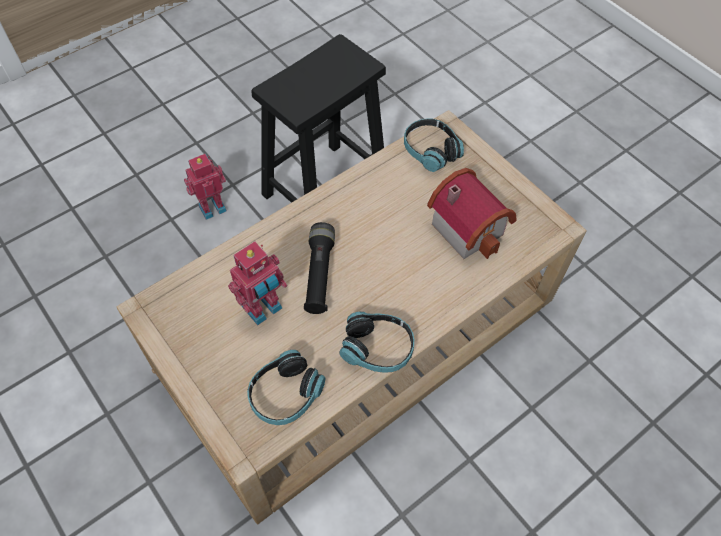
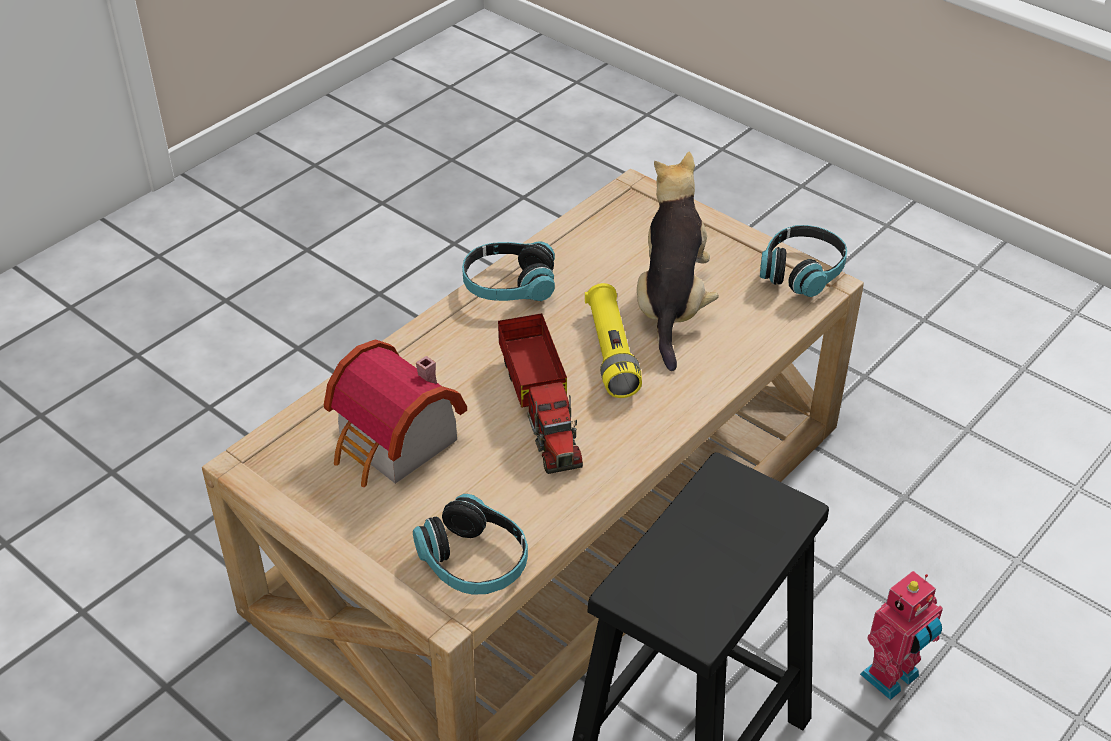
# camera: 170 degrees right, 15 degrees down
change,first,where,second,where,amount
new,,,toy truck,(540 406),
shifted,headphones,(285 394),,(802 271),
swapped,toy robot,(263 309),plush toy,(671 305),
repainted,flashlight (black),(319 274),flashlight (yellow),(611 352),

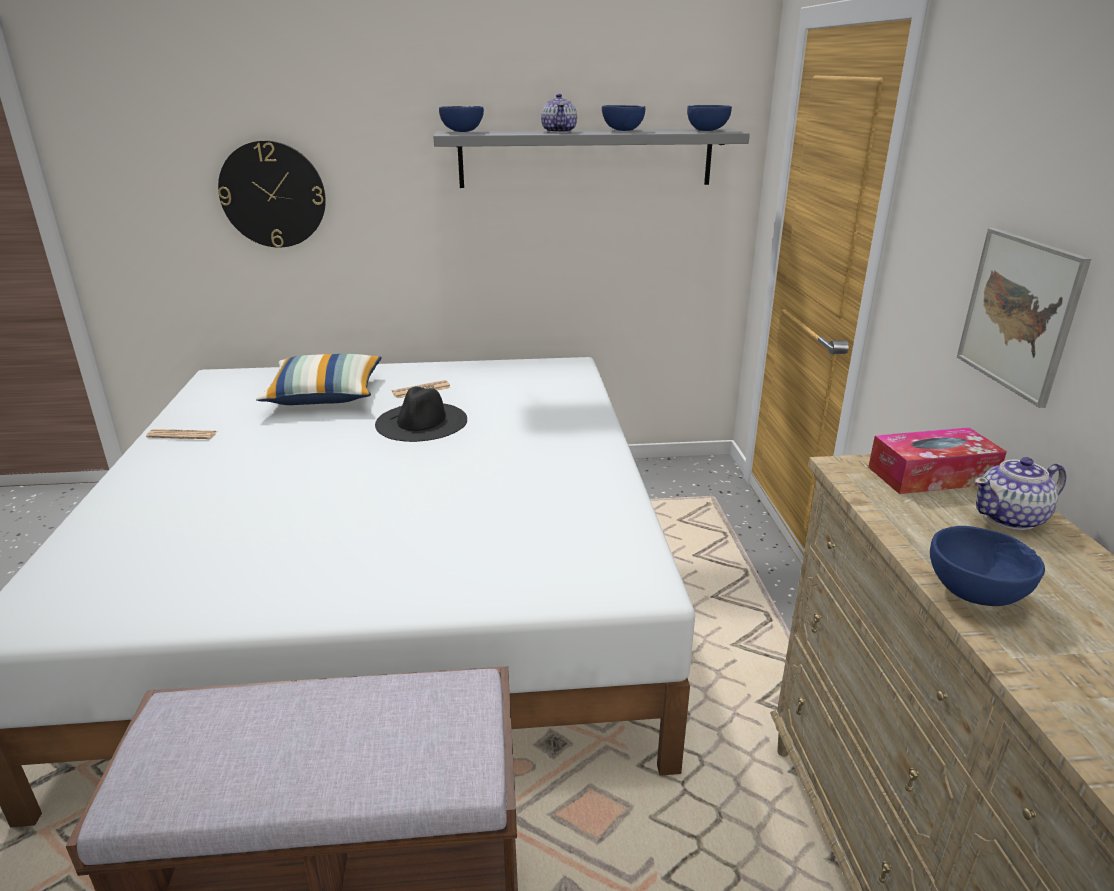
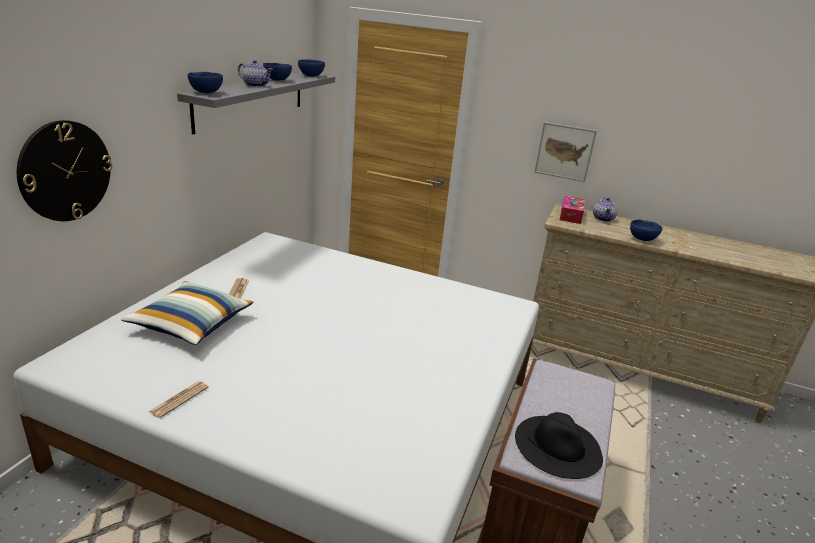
# camera: 65 degrees left, 0 degrees up
change,first,where,second,where,amount
shifted,hat (black),(422 421),,(558 445),

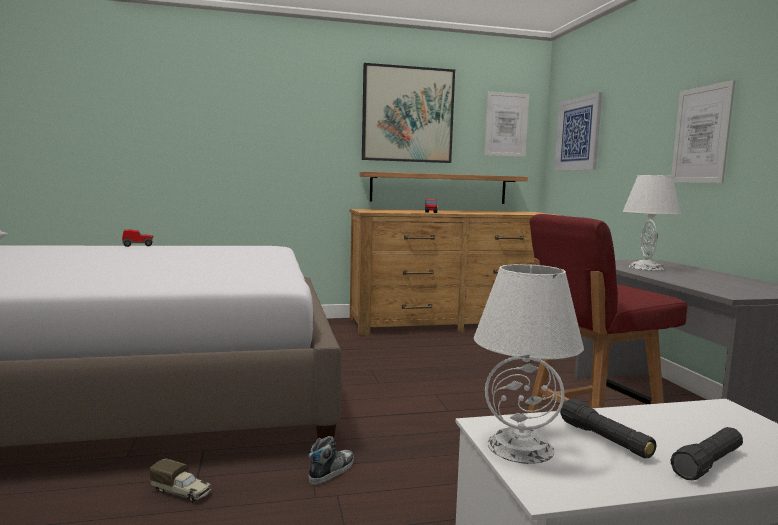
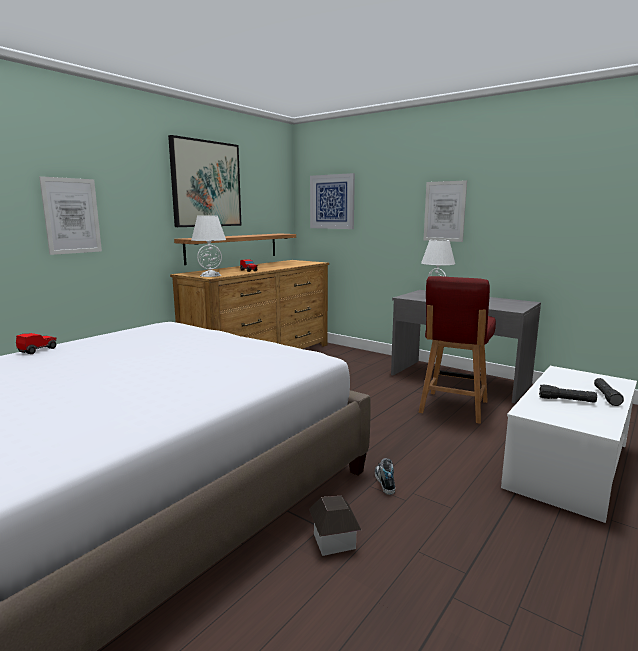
# camera: 40 degrees left, 5 degrees up
change,first,where,second,where,amount
shifted,table lamp (white),(521 446),,(210 275),
shifted,picture,(506 124),,(71 216),
swapped,toy truck,(182 492),toy house,(334 541),

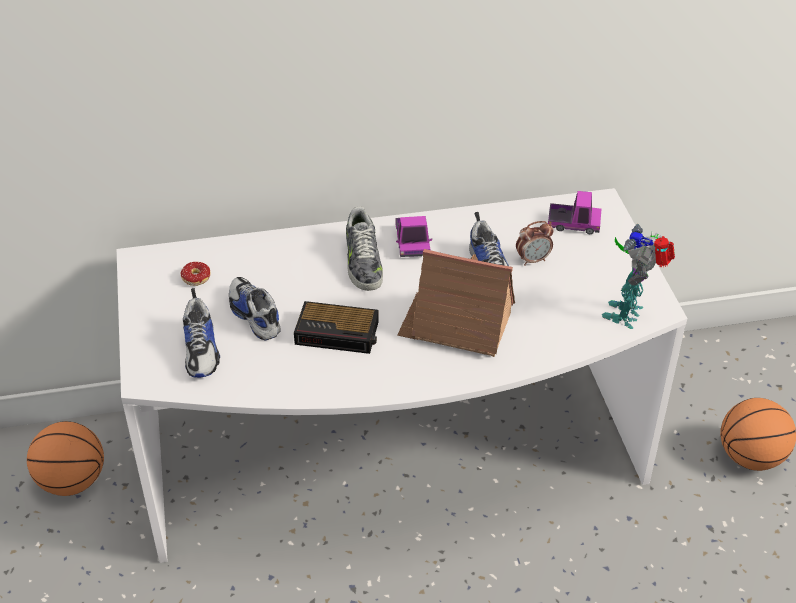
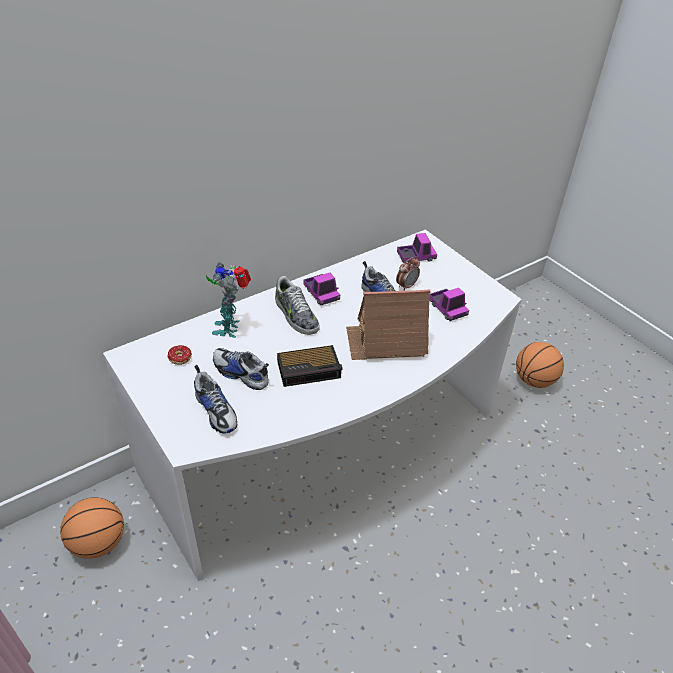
# camera: 25 degrees left, 0 degrees up
change,first,where,second,where,amount
new,,,toy truck,(447 309),
shifted,toy robot,(628 313),,(230 327),

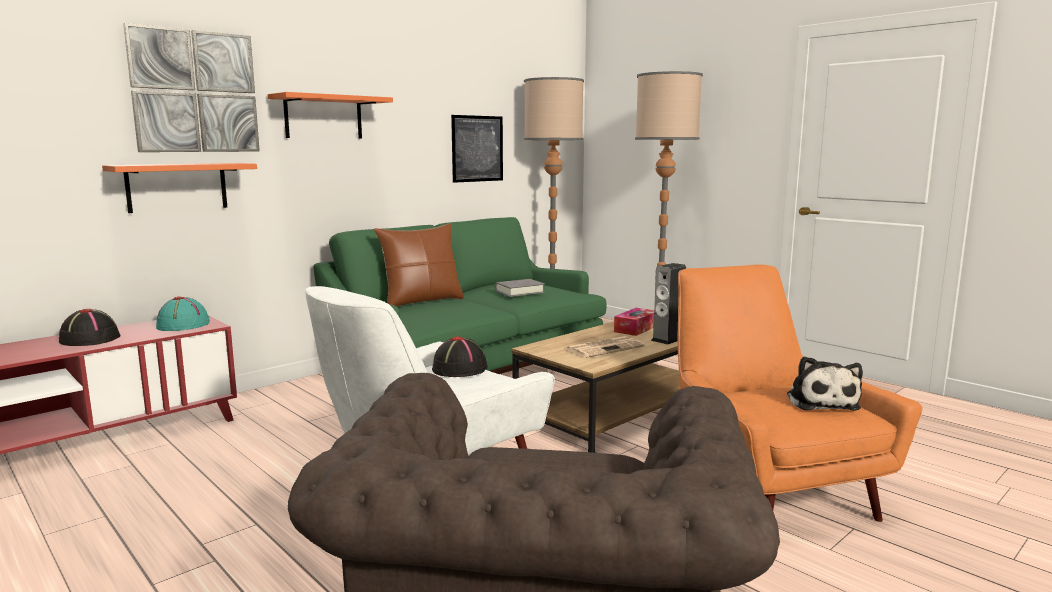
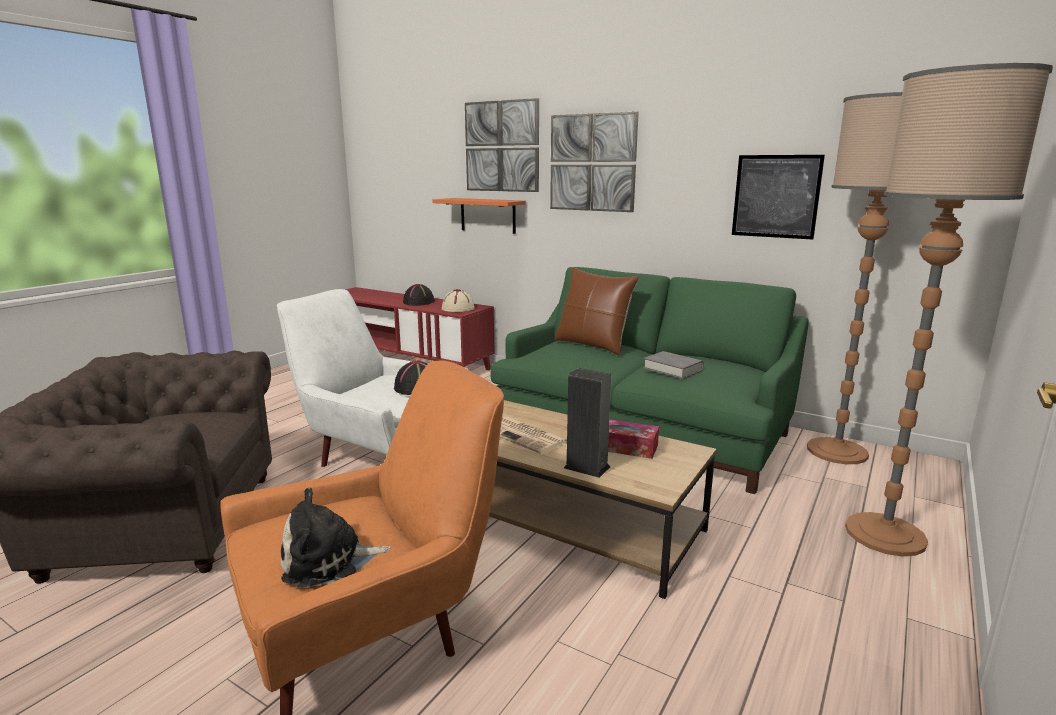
# camera: 75 degrees right, 5 degrees up
change,first,where,second,where,amount
swapped,shelf (orange),(323 117),picture,(592 163),
repainted,hat (turquoise),(184 325),hat (beige),(458 309),

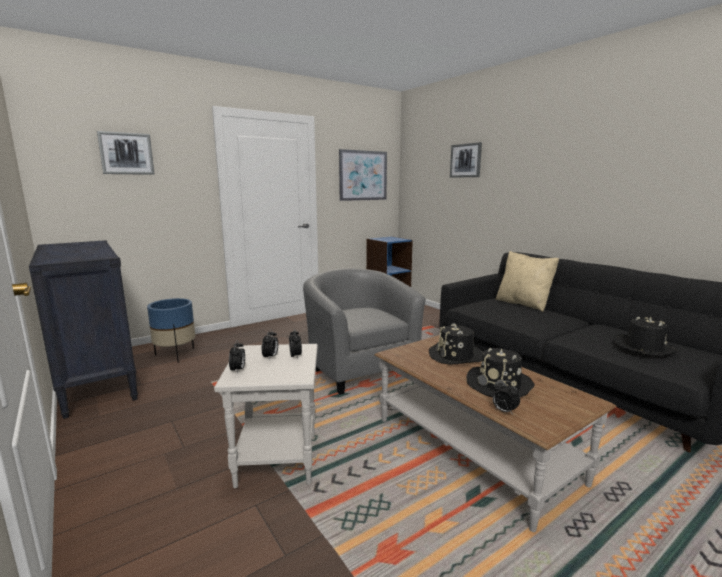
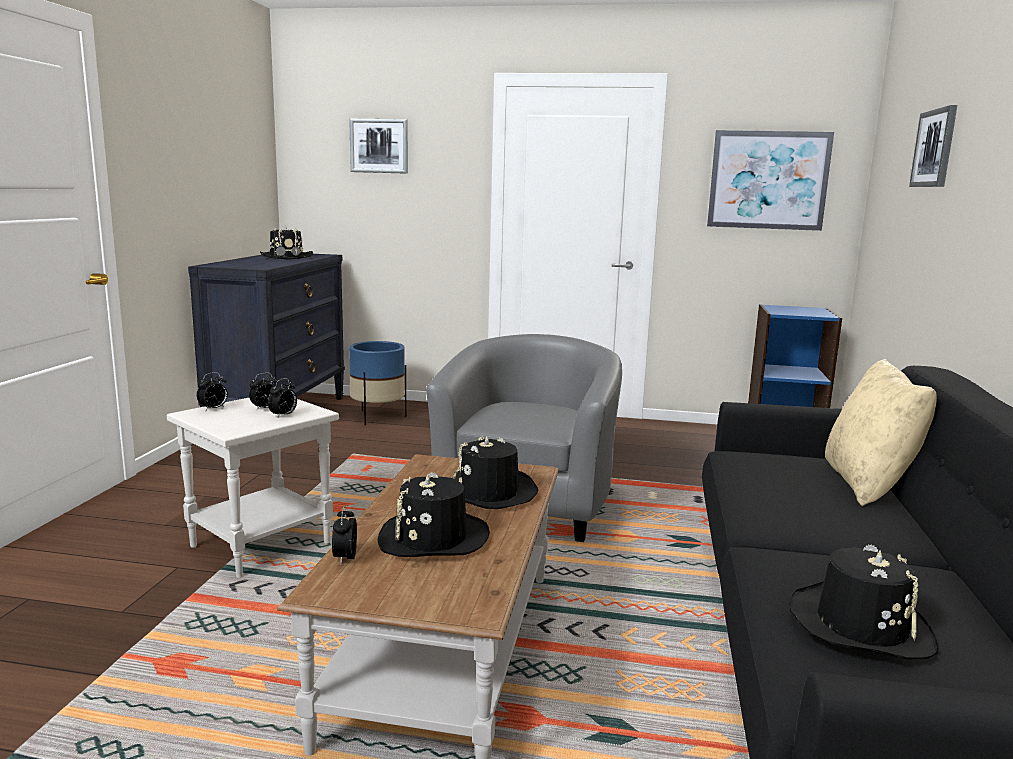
# camera: 45 degrees right, 0 degrees up
change,first,where,second,where,amount
new,,,hat (black),(286 257),

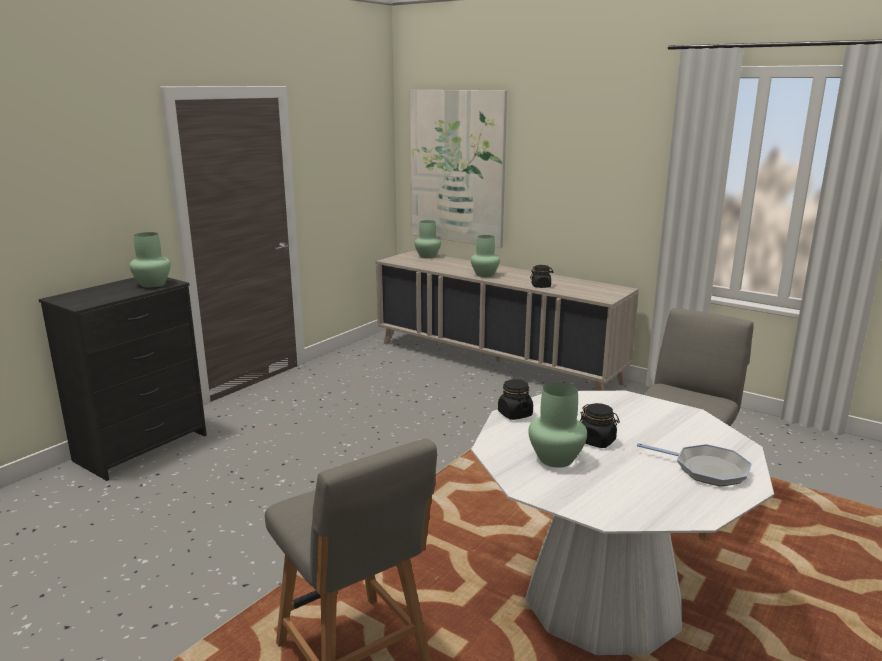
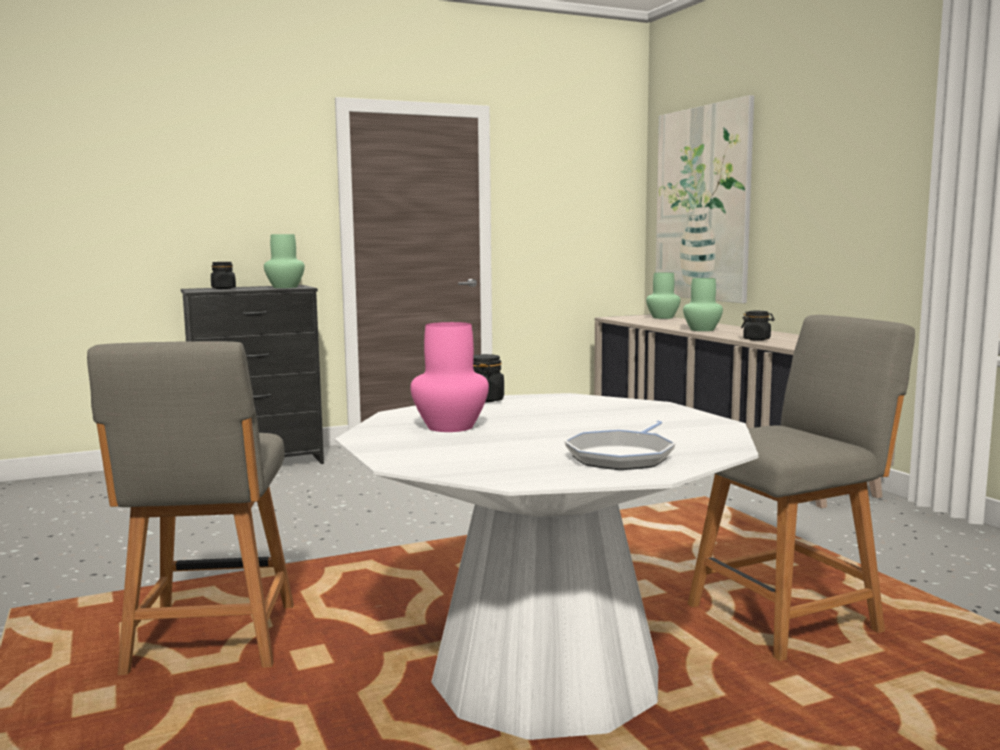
# camera: 30 degrees right, 10 degrees down
change,first,where,second,where,amount
shifted,jar (black),(597 441),,(223 288),
repainted,vase (green),(555 459),vase (pink),(449 427),
rotated,frying pan,(706 469),,(622 456),60 degrees clockwise

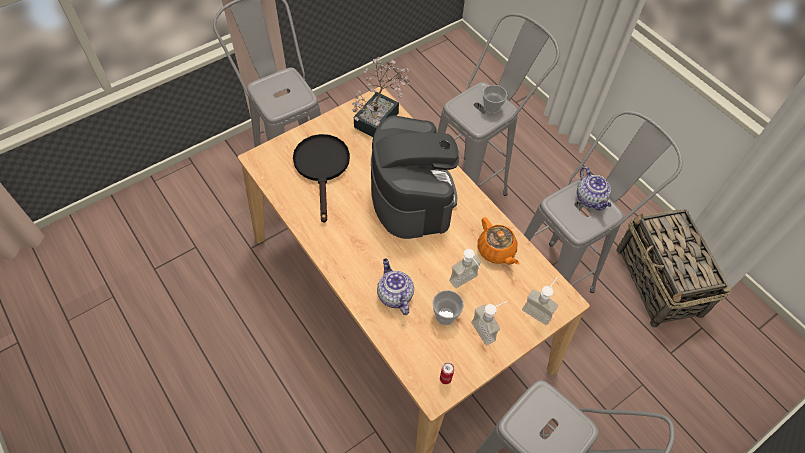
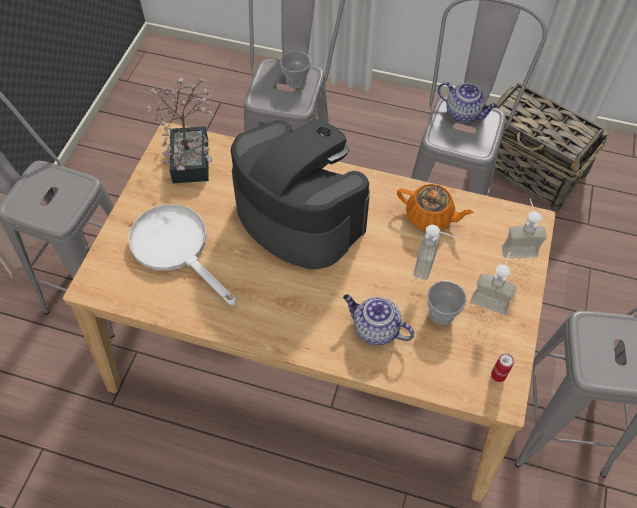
# camera: 35 degrees left, 0 degrees up
change,first,where,second,where,amount
repainted,frying pan (black),(322 168),frying pan (white),(177 248),

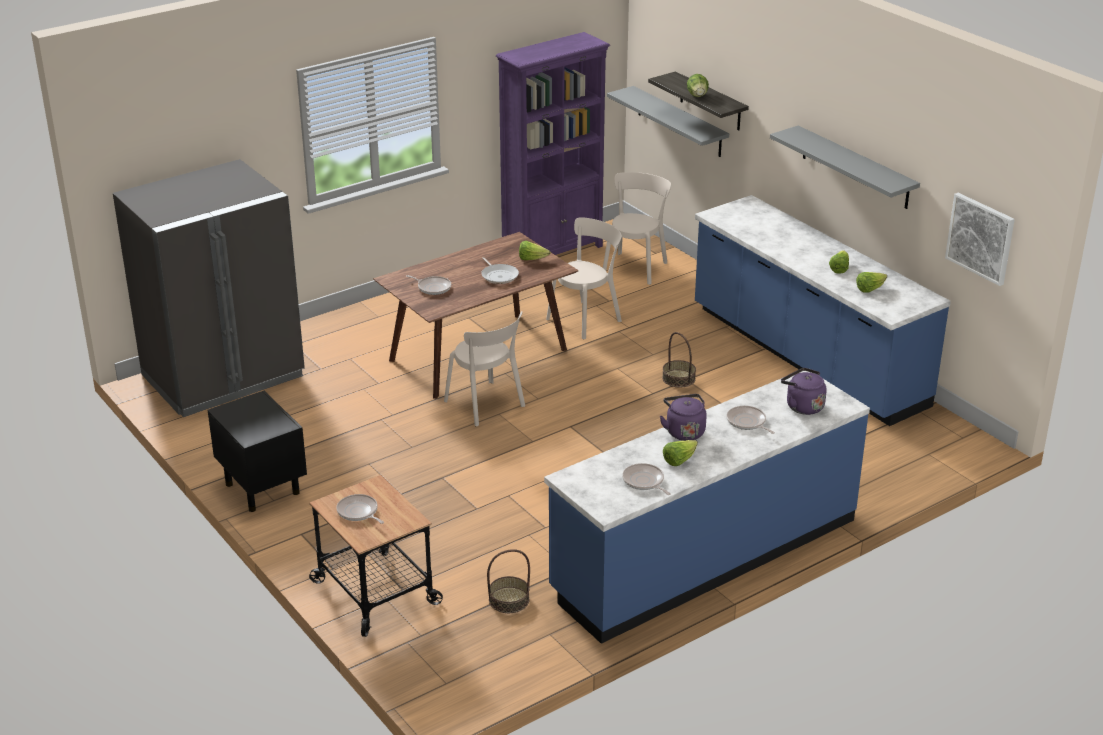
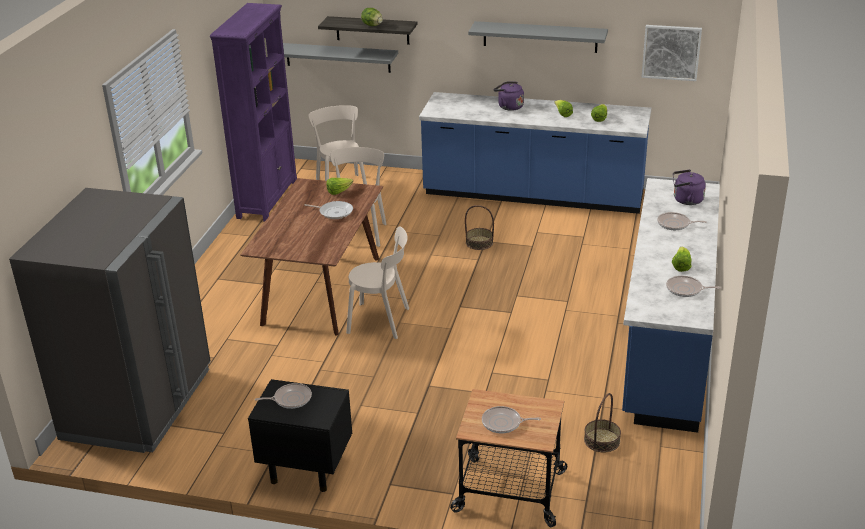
# camera: 40 degrees left, 0 degrees up
change,first,where,second,where,amount
shifted,frying pan,(433 288),,(290 399),
shifted,kettle (purple),(684 431),,(509 107),

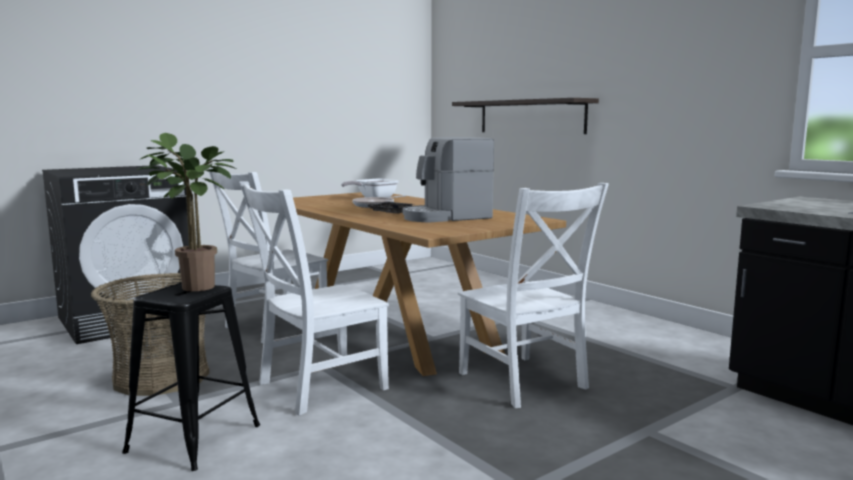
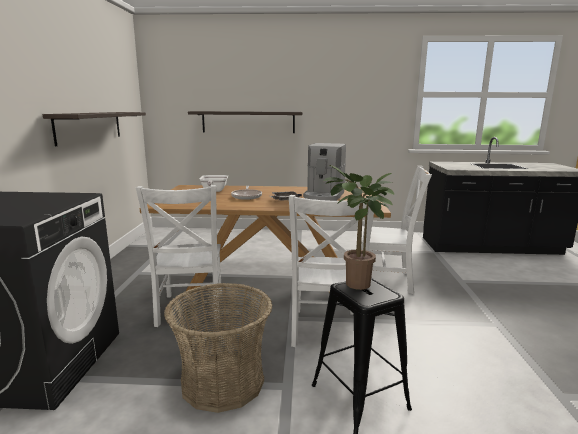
# camera: 50 degrees left, 5 degrees up
change,first,where,second,where,amount
new,,,shelf,(89 126),

